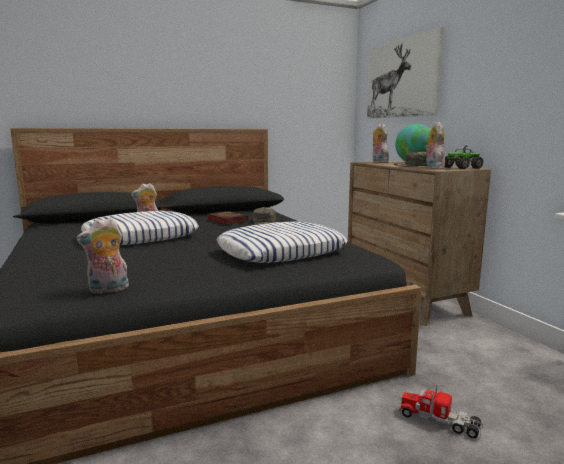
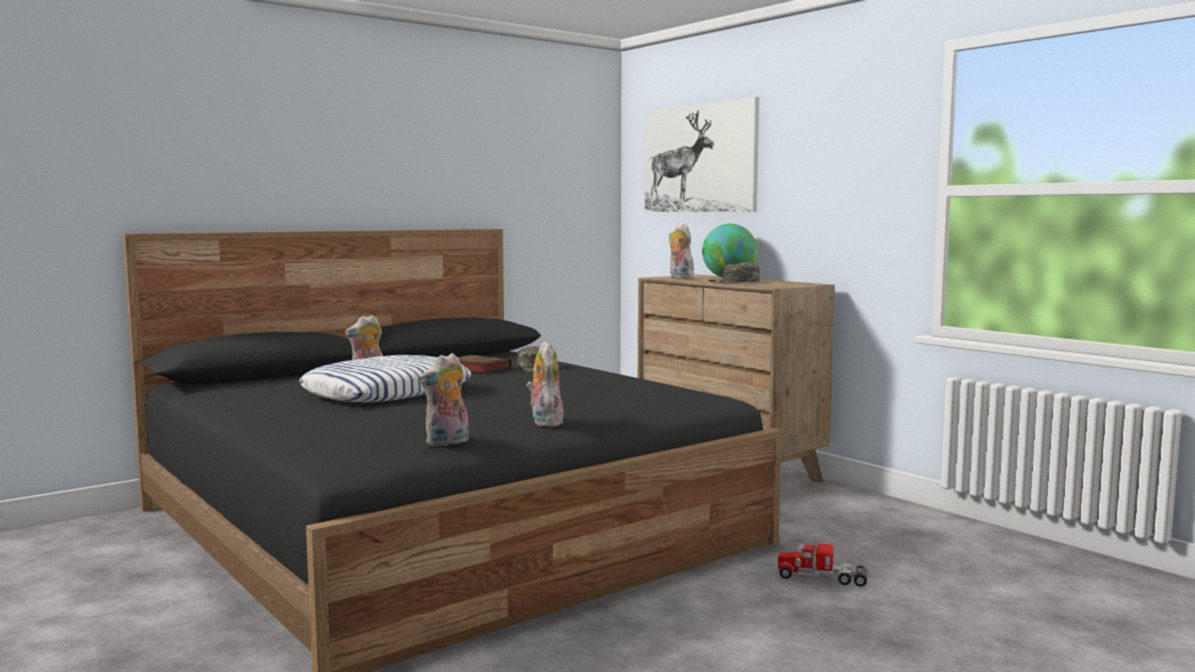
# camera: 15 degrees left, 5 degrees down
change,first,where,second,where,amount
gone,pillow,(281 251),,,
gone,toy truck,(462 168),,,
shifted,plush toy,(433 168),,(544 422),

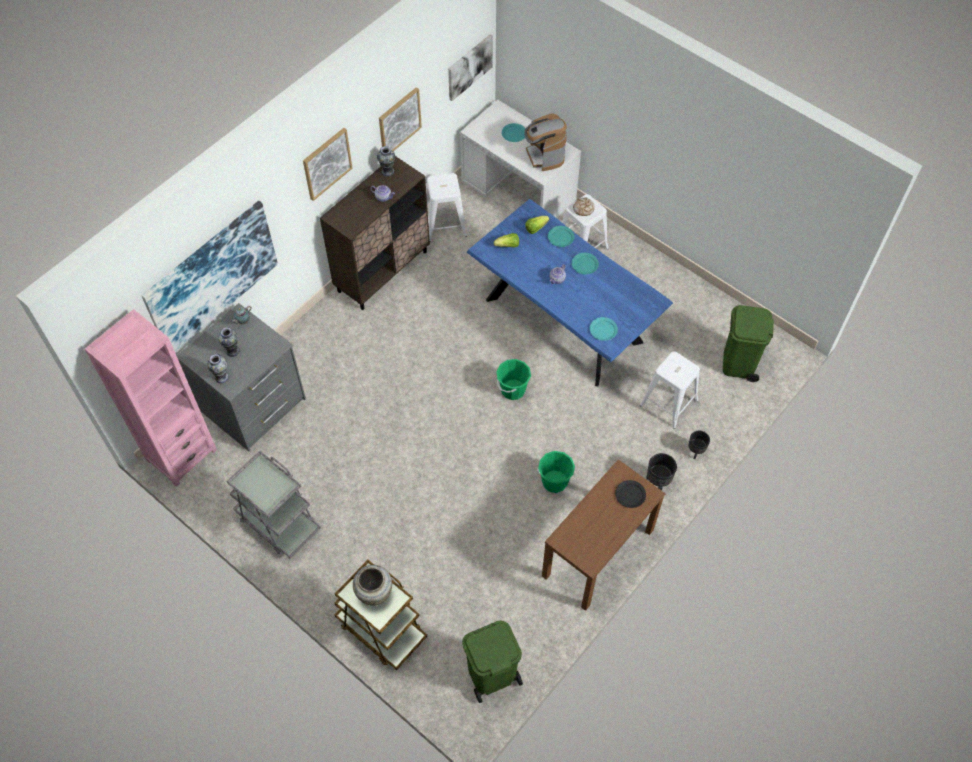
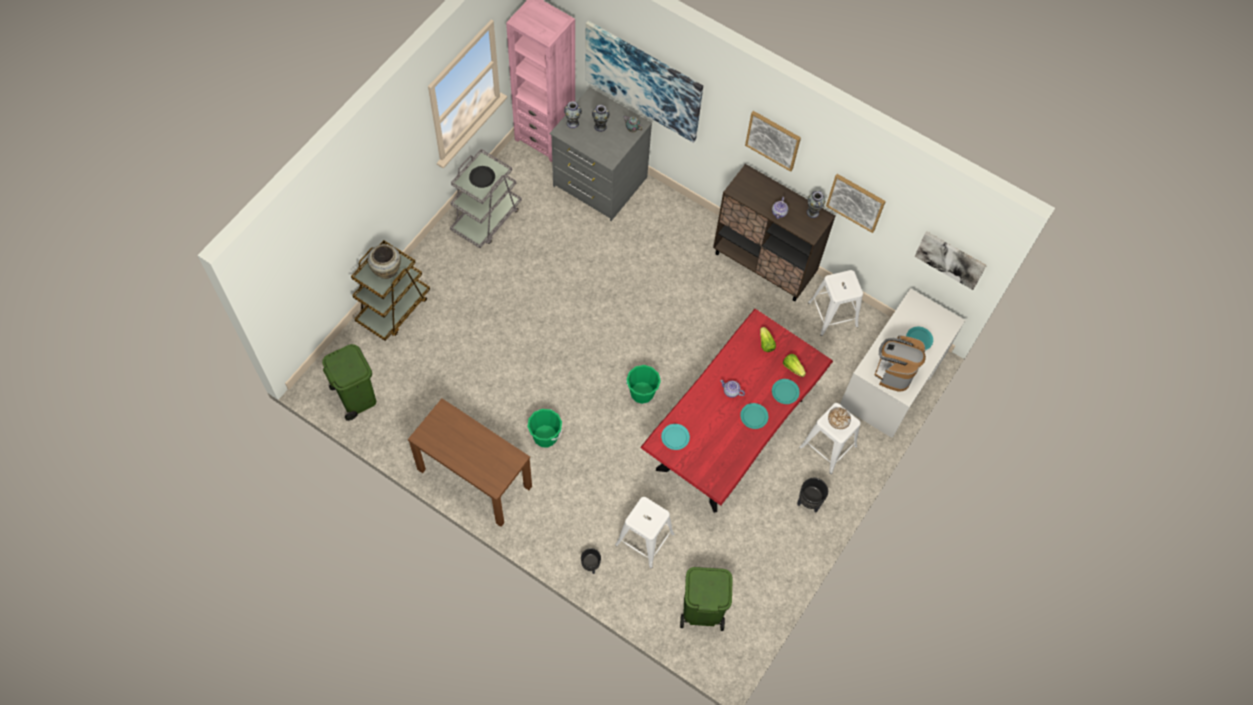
# camera: 80 degrees right, 5 degrees up
change,first,where,second,where,amount
shifted,plate (black),(630 495),,(482 177),
shifted,planter (black),(658 483),,(808 503),
repainted,dining table (blue),(563 321),dining table (red),(729 434),
rotated,coffee machine,(544 155),,(894 371),45 degrees counterclockwise

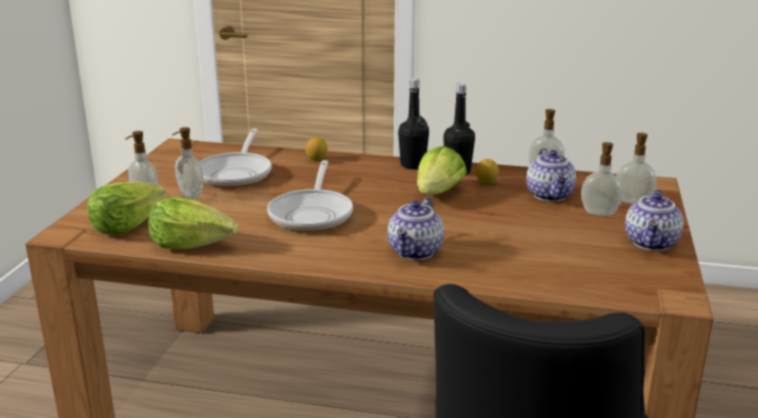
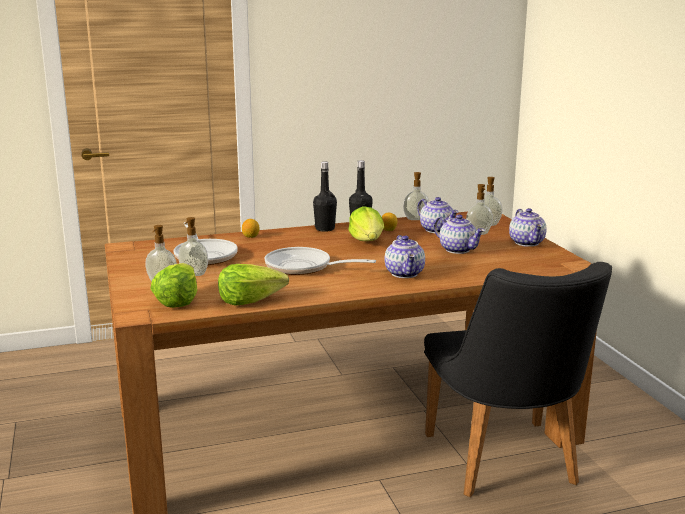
# camera: 30 degrees left, 5 degrees down
change,first,where,second,where,amount
new,,,teapot,(458 250),
rotated,frying pan,(312 213),,(303 267),135 degrees clockwise

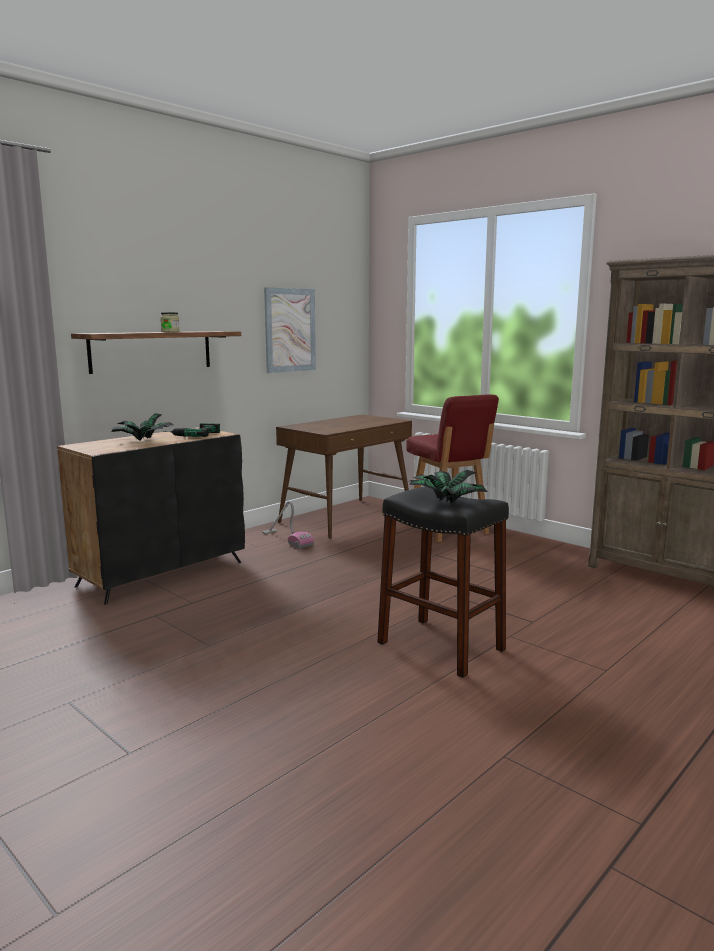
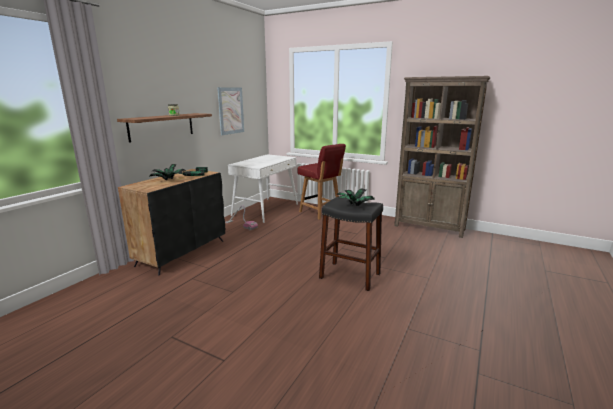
# camera: 15 degrees left, 5 degrees up
change,first,where,second,where,amount
repainted,desk (brown),(346 517),desk (white),(265 210),

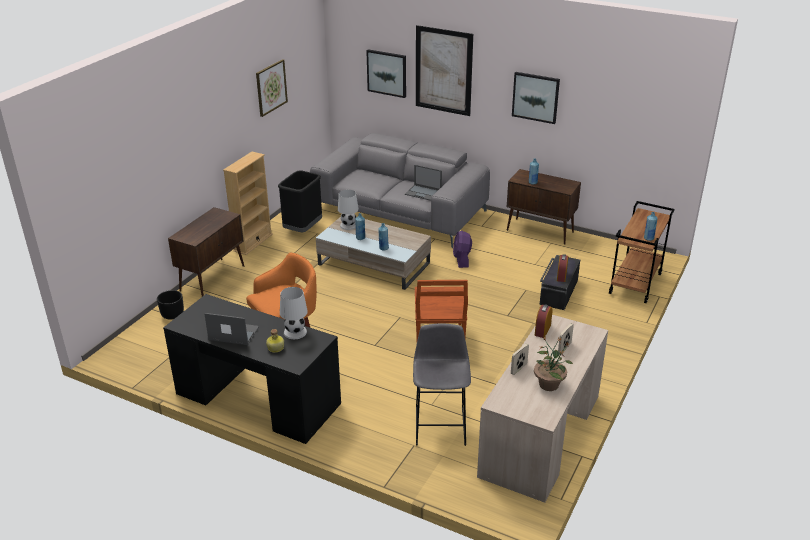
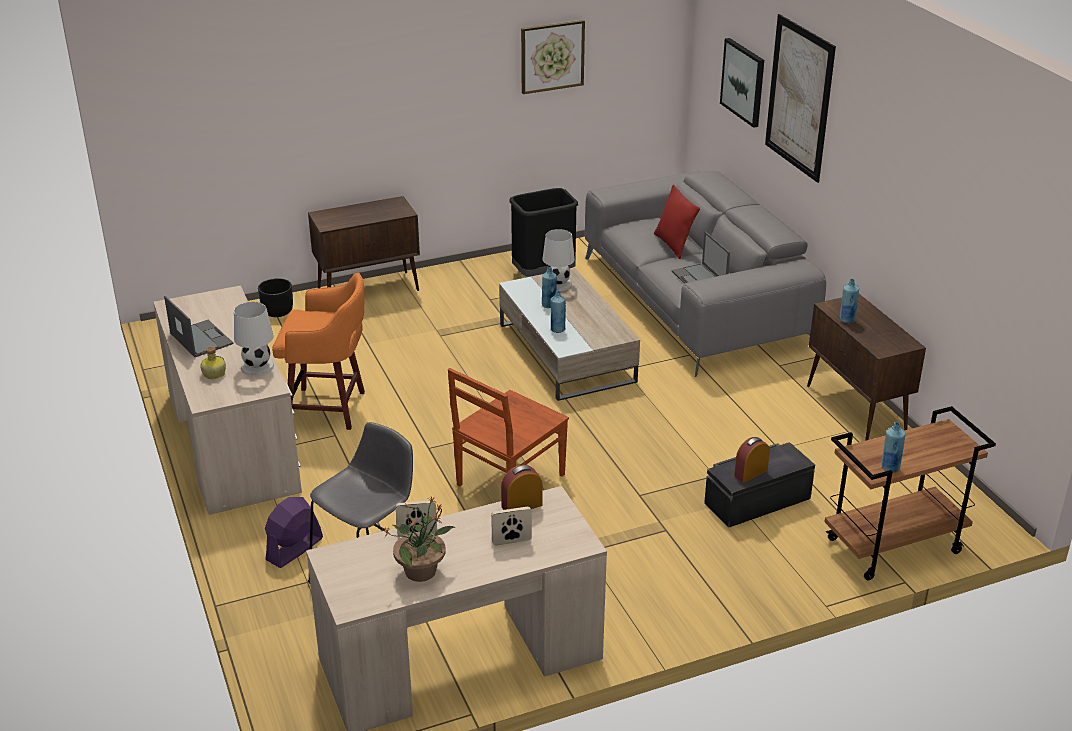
# camera: 40 degrees right, 0 degrees up
change,first,where,second,where,amount
gone,bookcase (beige),(253 242),,,
gone,picture,(535 97),,,
new,,,pillow (red),(673 245),
shifted,fan (purple),(462 259),,(294 549),
repainted,desk (black),(258 398),desk (beige),(233 441),

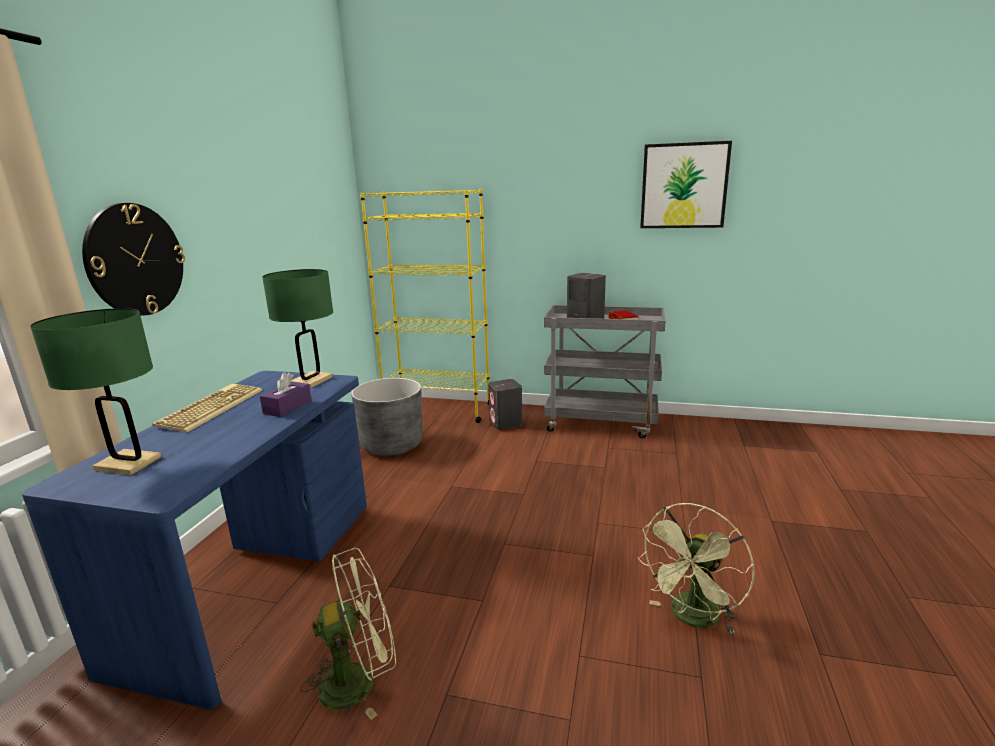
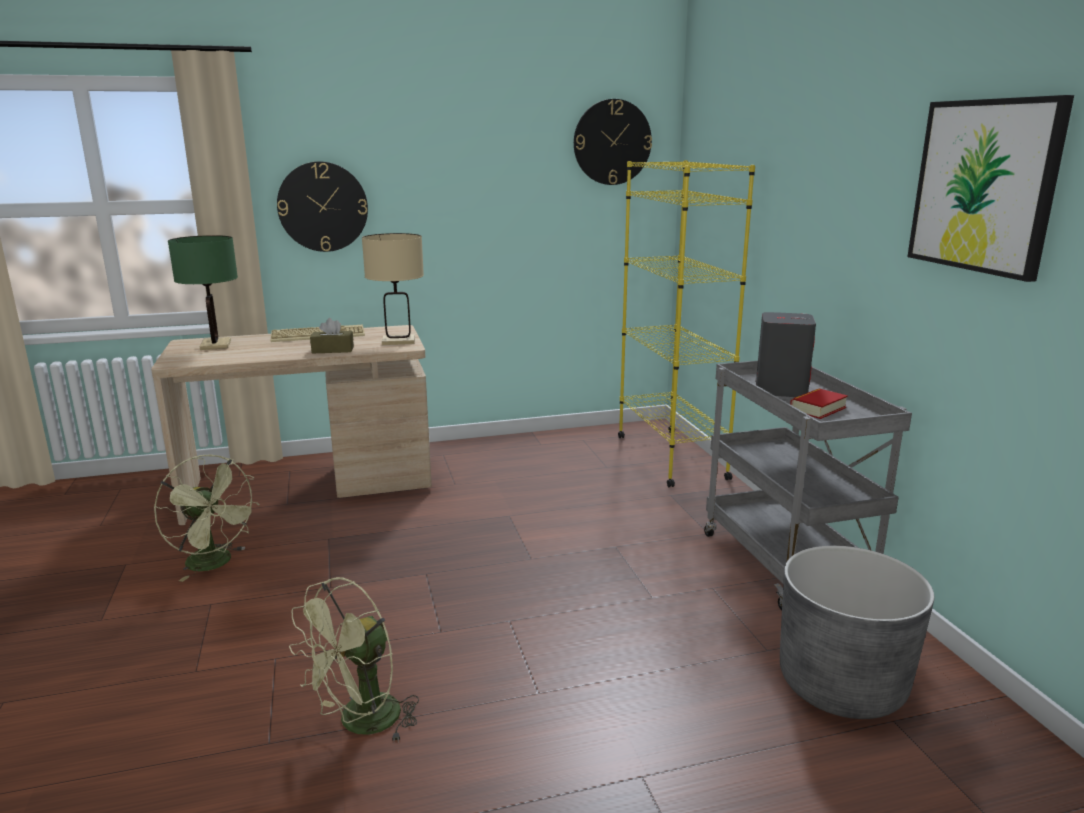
# camera: 60 degrees right, 0 degrees up
change,first,where,second,where,amount
gone,speaker (grey),(506 424),,,
new,,,wall clock,(612 142),
shifted,planter (grey),(392 445),,(841 684),
repainted,desk (blue),(258 578),desk (beige),(310 486),
repainted,tissue box (purple),(287 407),tissue box (brown),(333 350),
repainted,table lamp (green),(311 380),table lamp (beige),(398 341),
rotated,fan (green),(692 619),,(360 724),60 degrees counterclockwise

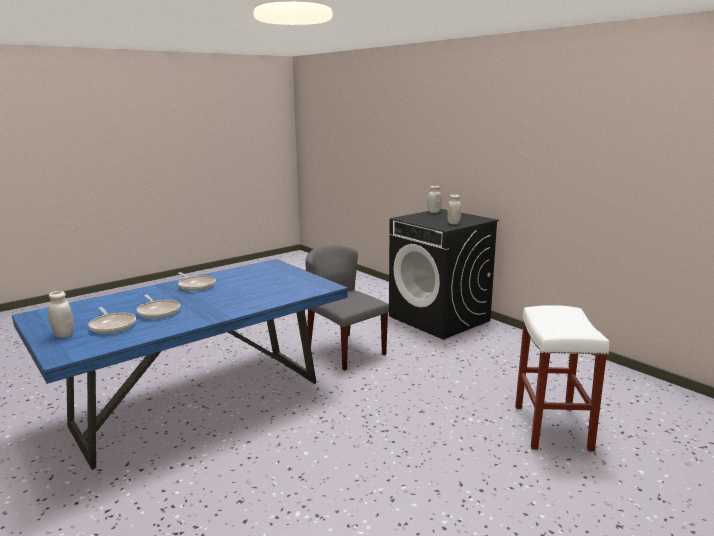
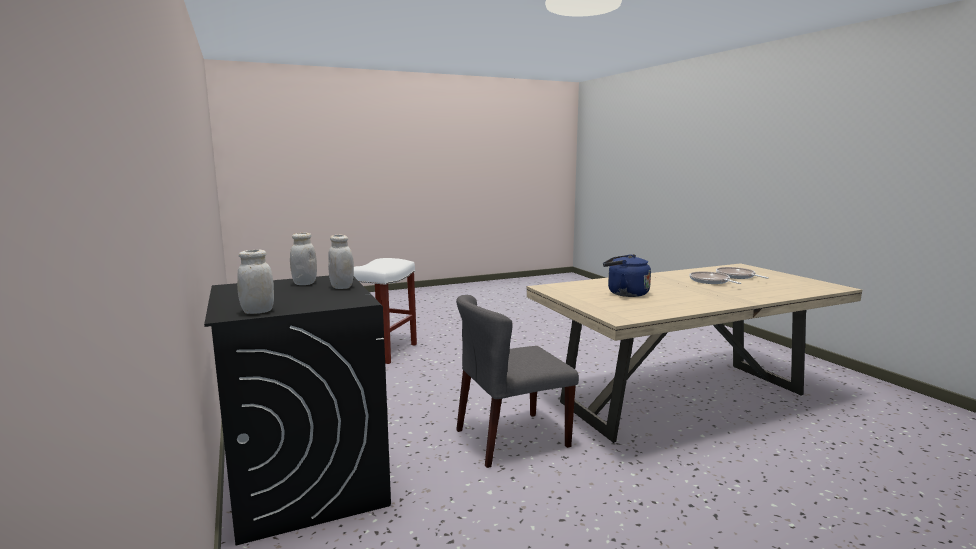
# camera: 165 degrees left, 5 degrees down
change,first,where,second,where,amount
gone,frying pan,(196 285),,,
new,,,kettle (blue),(625 293),
shifted,jar (white),(64 335),,(342 287),
repainted,dining table (blue),(201 403),dining table (beige),(683 399),
rotated,chair (grey),(345 351),,(511 438),90 degrees clockwise

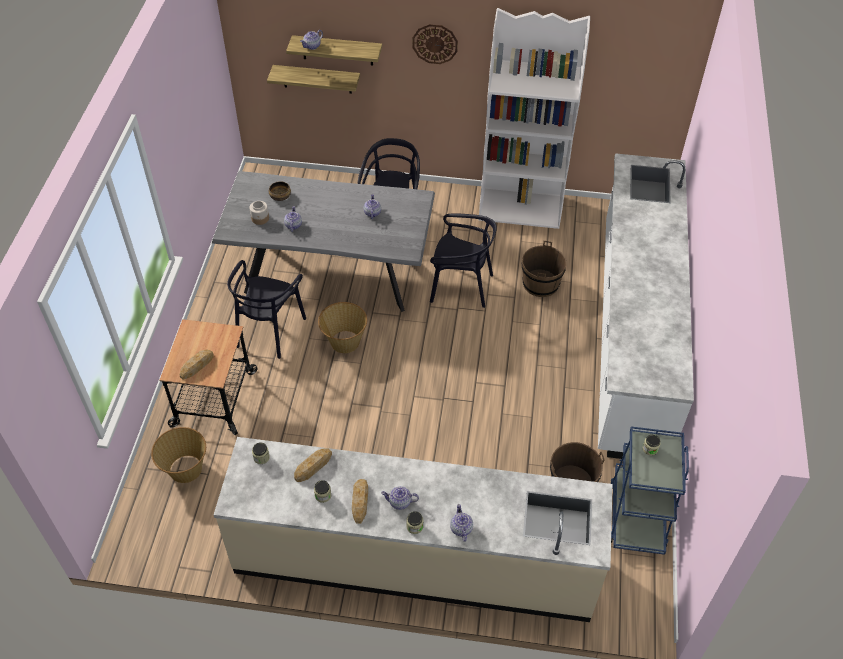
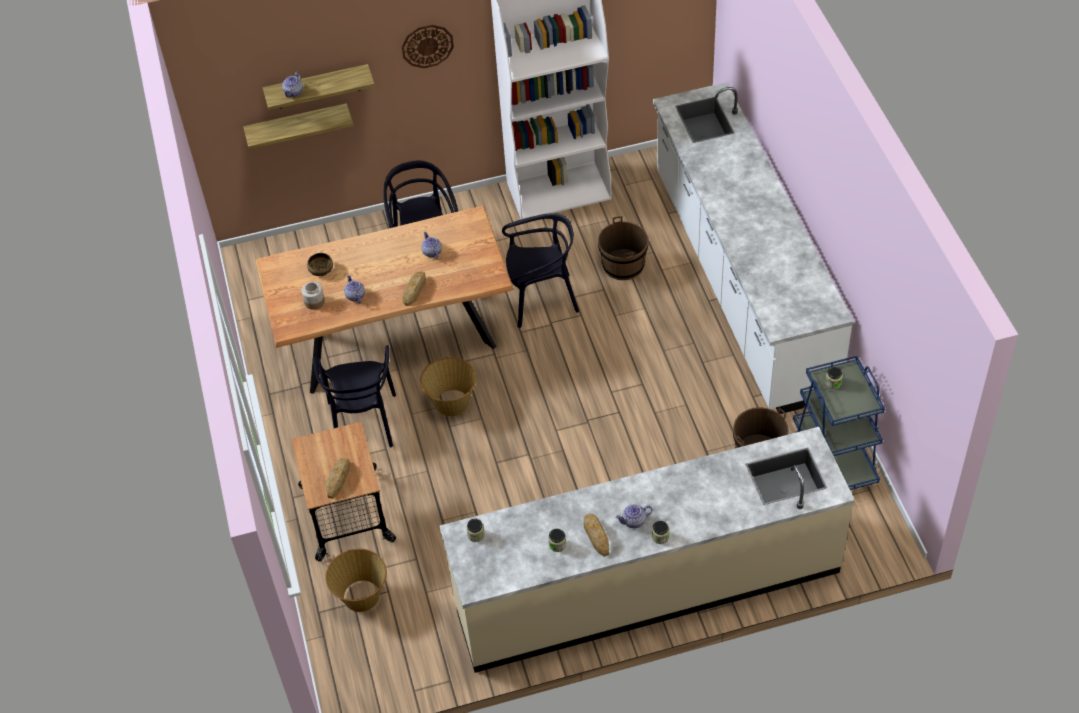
# camera: 20 degrees left, 0 degrees up
change,first,where,second,where,amount
gone,teapot,(460 528),,,
shifted,bread,(313 466),,(415 290),
repainted,dining table (grey),(331 273),dining table (brown),(394 336),

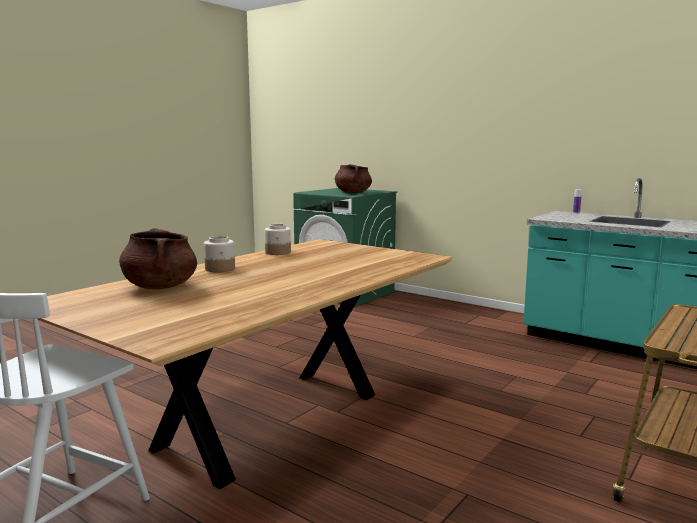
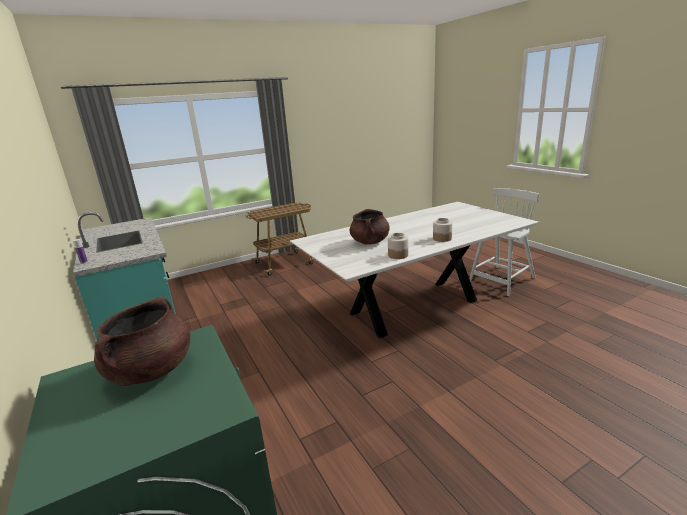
# camera: 155 degrees left, 10 degrees up
change,first,where,second,where,amount
shifted,cooking pot (brown),(160 287),,(370 242),
repainted,dining table (brown),(271 420),dining table (white),(414 307),

